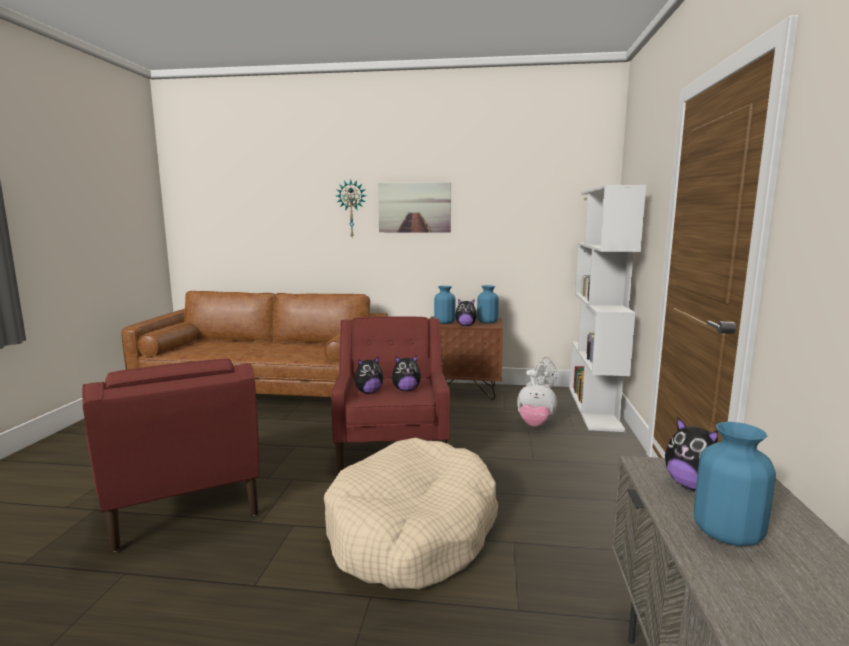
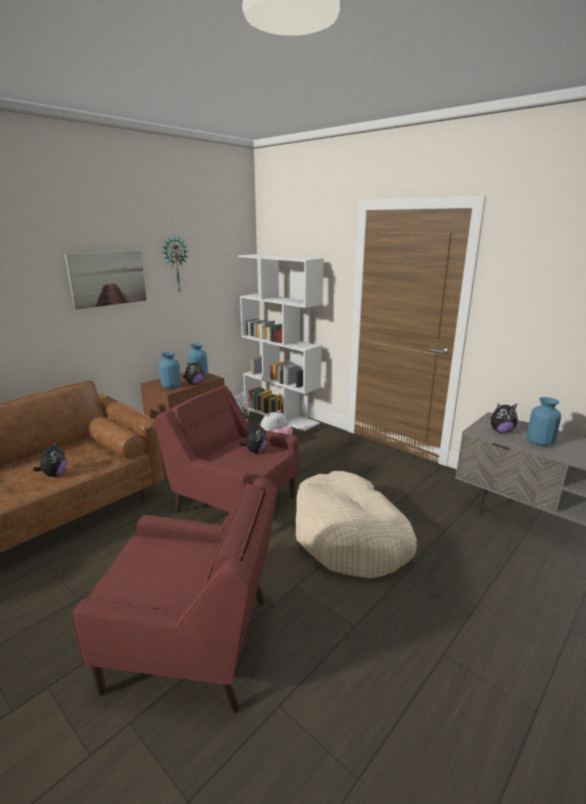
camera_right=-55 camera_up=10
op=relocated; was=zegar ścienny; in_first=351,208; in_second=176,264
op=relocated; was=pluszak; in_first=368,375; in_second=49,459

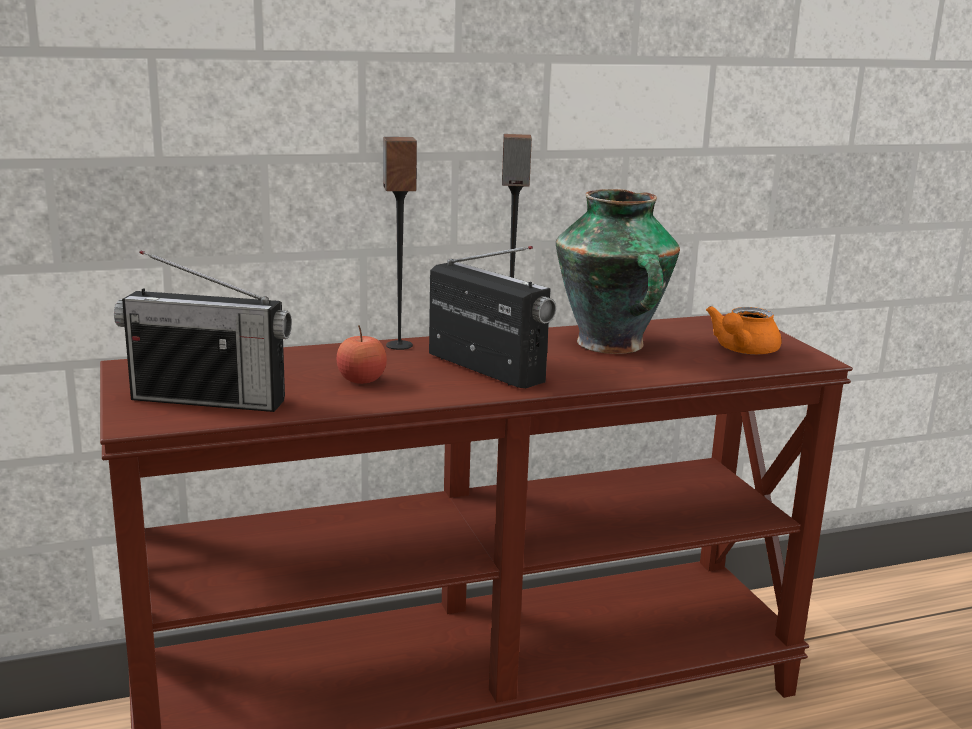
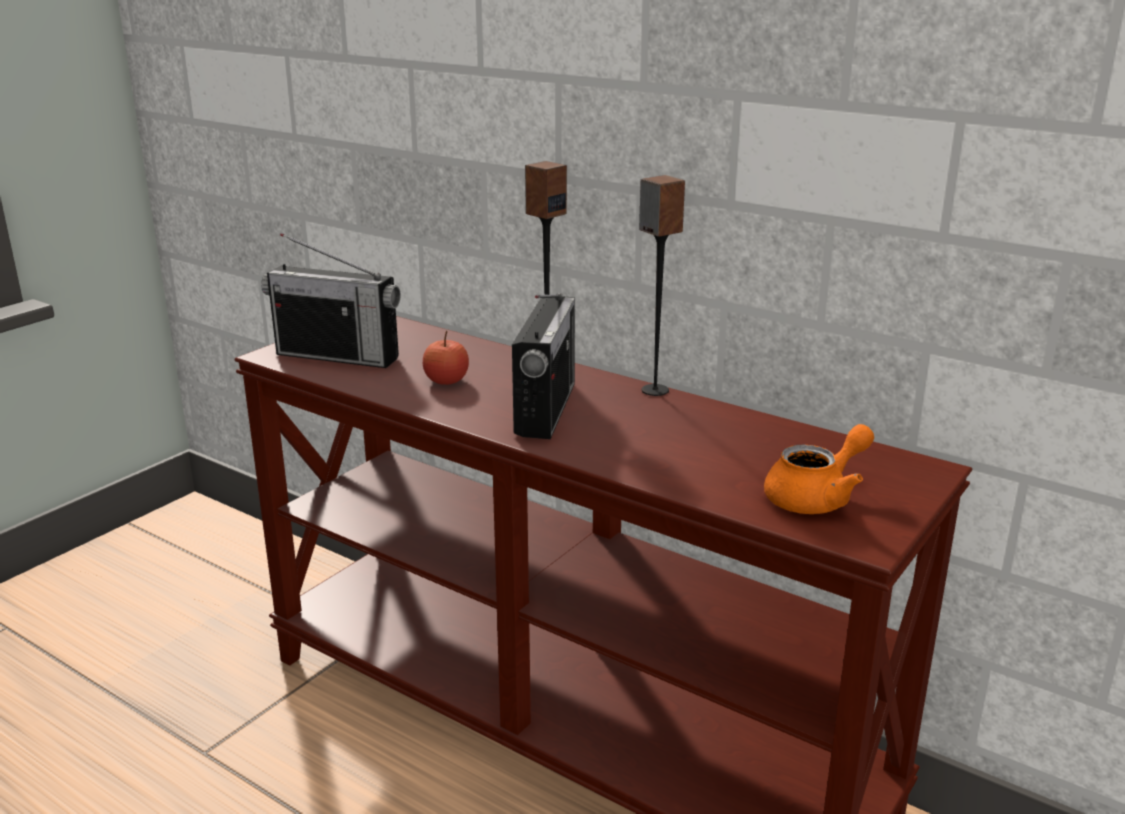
camera_right=55 camera_up=5
op=missing; was=wazon; in_first=618,271
op=spun; was=radio; in_first=203,331; in_second=331,300; clockwise=-45
op=spun; was=imbryk/pomarańczowy; in_first=744,330; in_second=819,469; clockwise=150

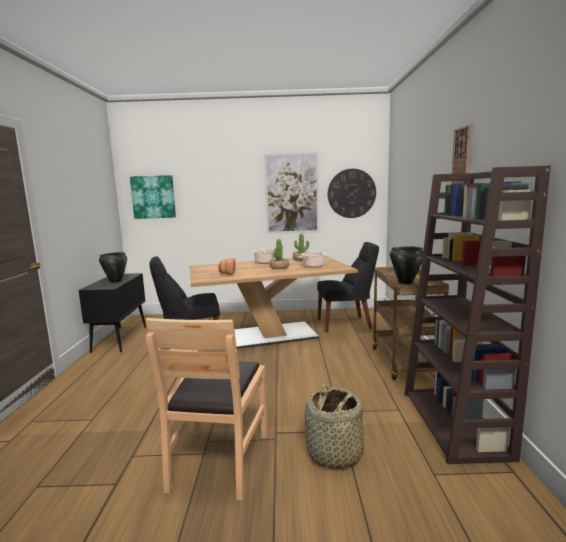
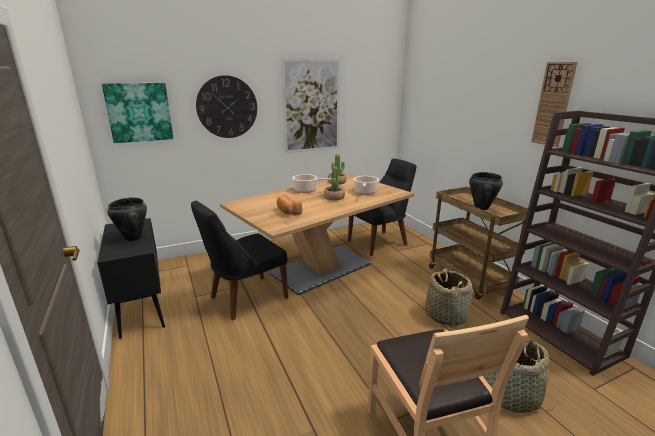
camera_right=-25 camera_up=10
op=appeared; now=koszyk; in_second=448,297
op=relocated; was=zegar ścienny; in_first=352,193; in_second=226,106

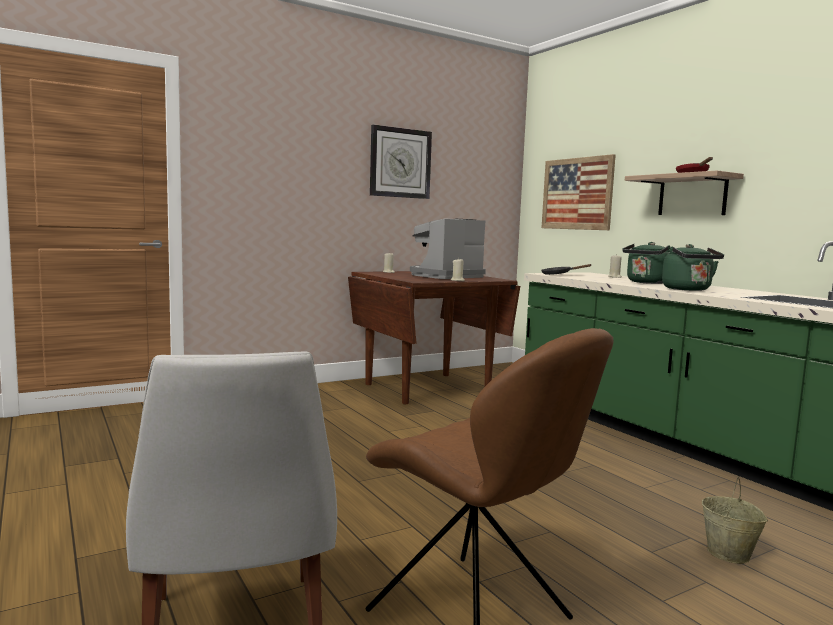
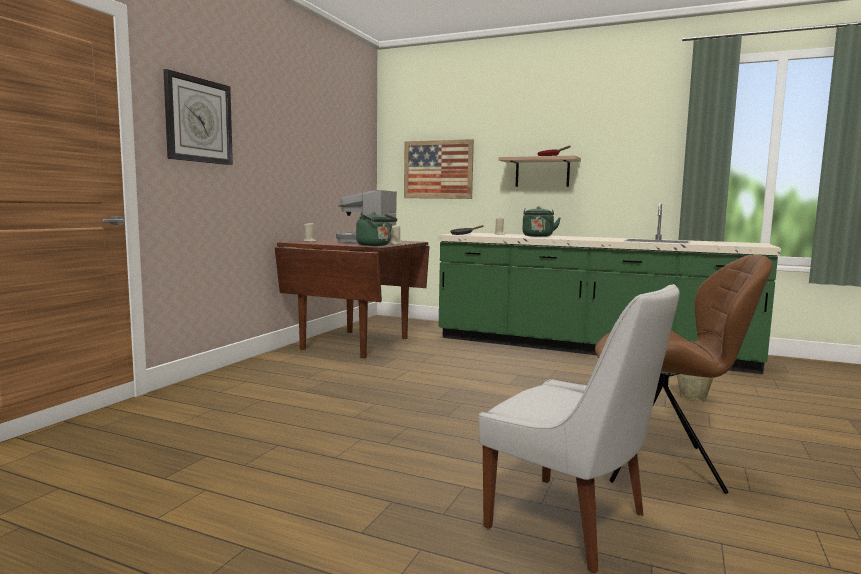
camera_right=-35 camera_up=0
op=relocated; was=zegar ścienny; in_first=401,161; in_second=198,117
op=relocated; was=czajnik/zielony; in_first=693,267; in_second=376,229

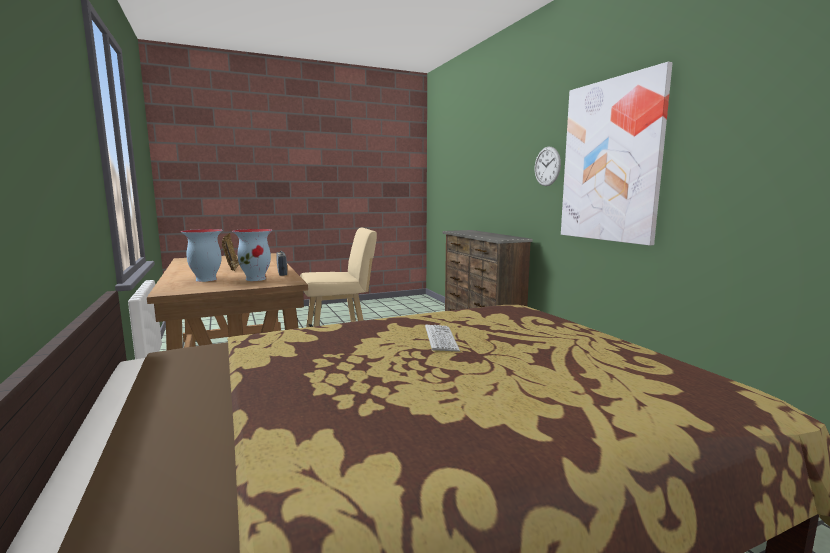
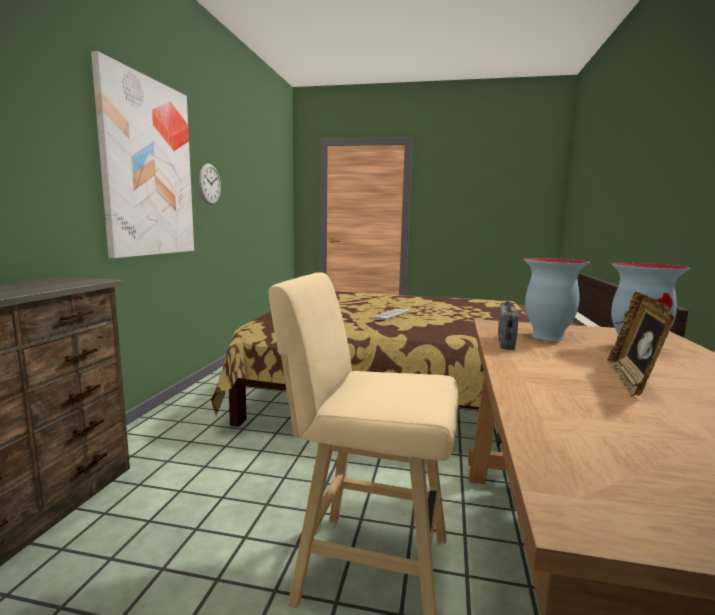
camera_right=-145 camera_up=0
op=relocated; was=zegar ścienny; in_first=548,166; in_second=210,184

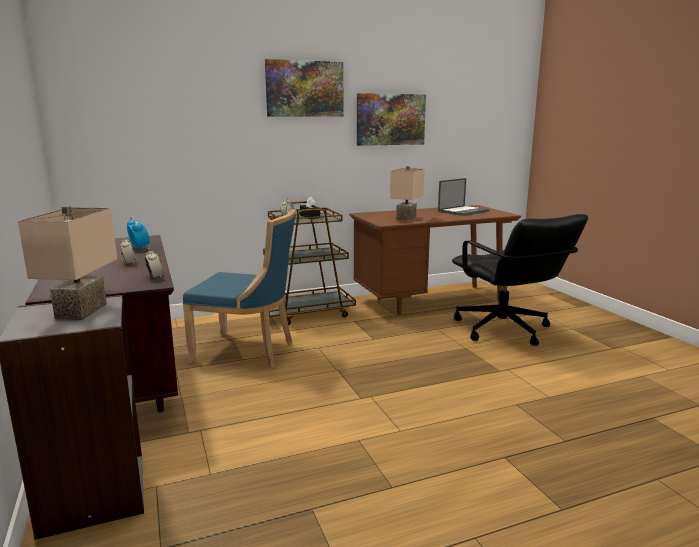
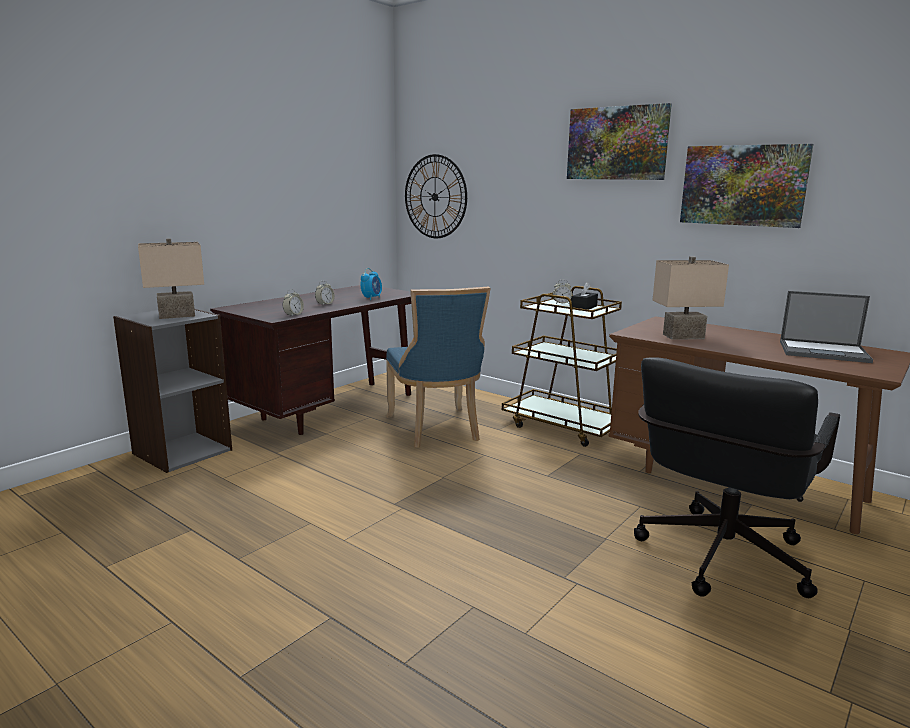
camera_right=60 camera_up=0
op=appeared; now=zegar ścienny; in_second=436,196

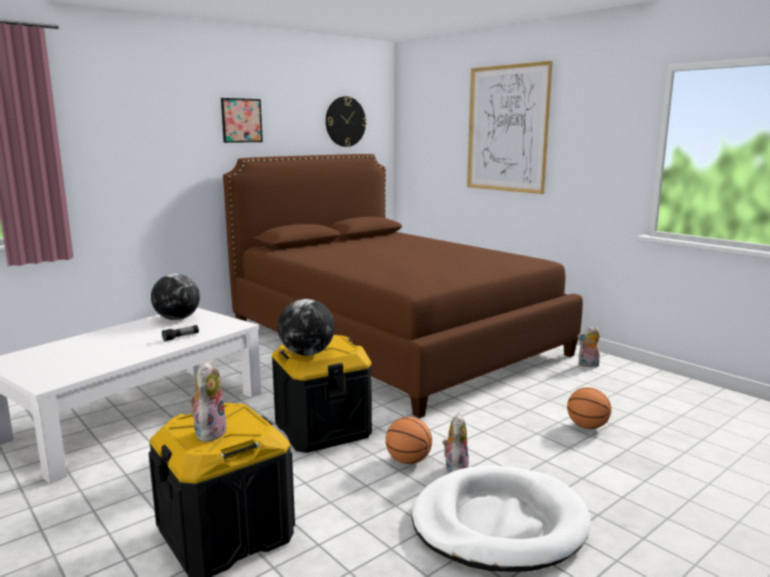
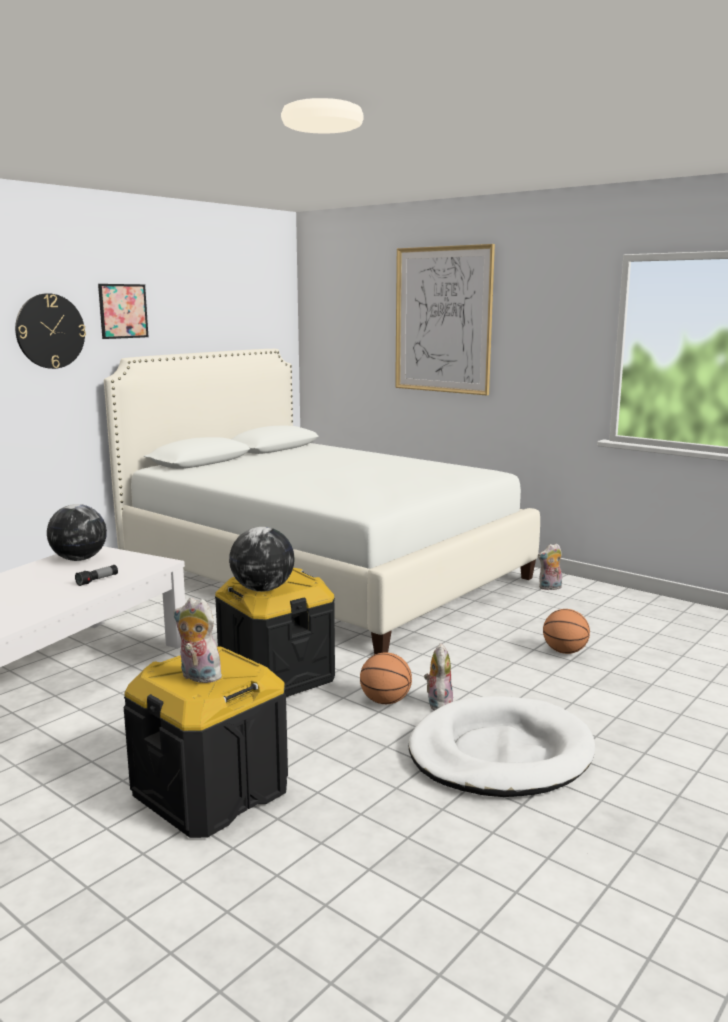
camera_right=-10 camera_up=0
op=relocated; was=zegar ścienny; in_first=346,121; in_second=50,331
op=colour; was=łóżko/brązowy; now=łóżko/biały; in_first=403,286; in_second=322,501
op=spun; was=pluszak; in_first=208,401; in_second=199,640; clockwise=-60

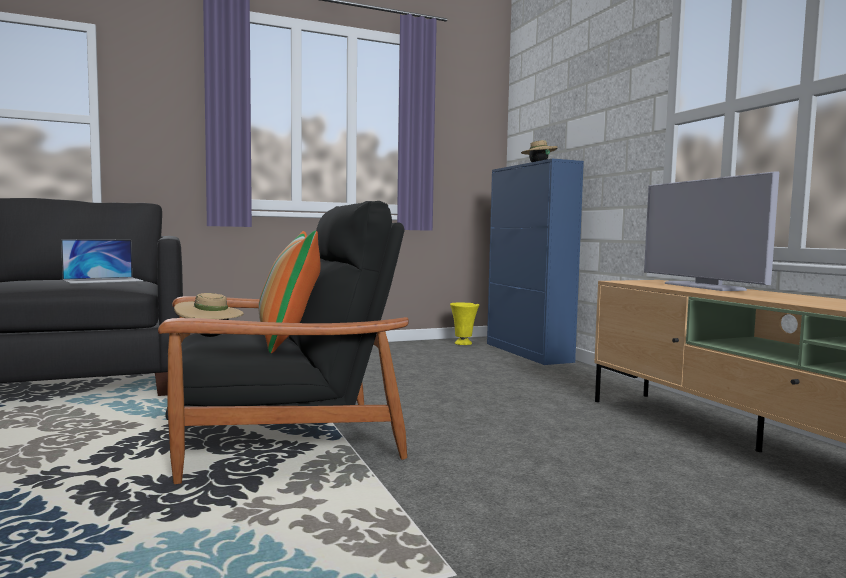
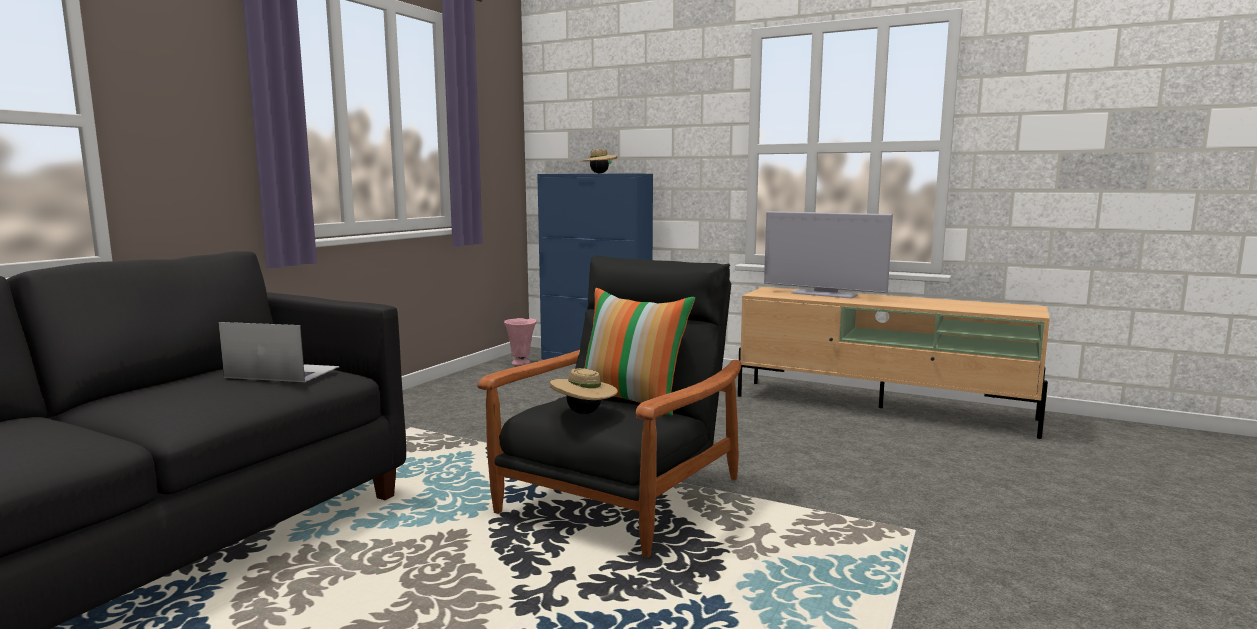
camera_right=-40 camera_up=5
op=colour; was=wazon/żółty; now=wazon/różowy; in_first=464,323; in_second=520,342
op=spun; was=laptop; in_first=102,261; in_second=278,352; clockwise=-90

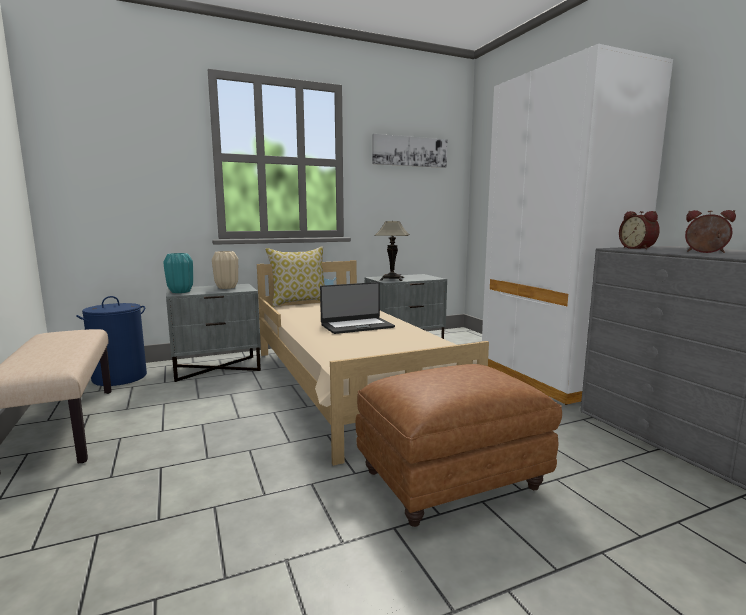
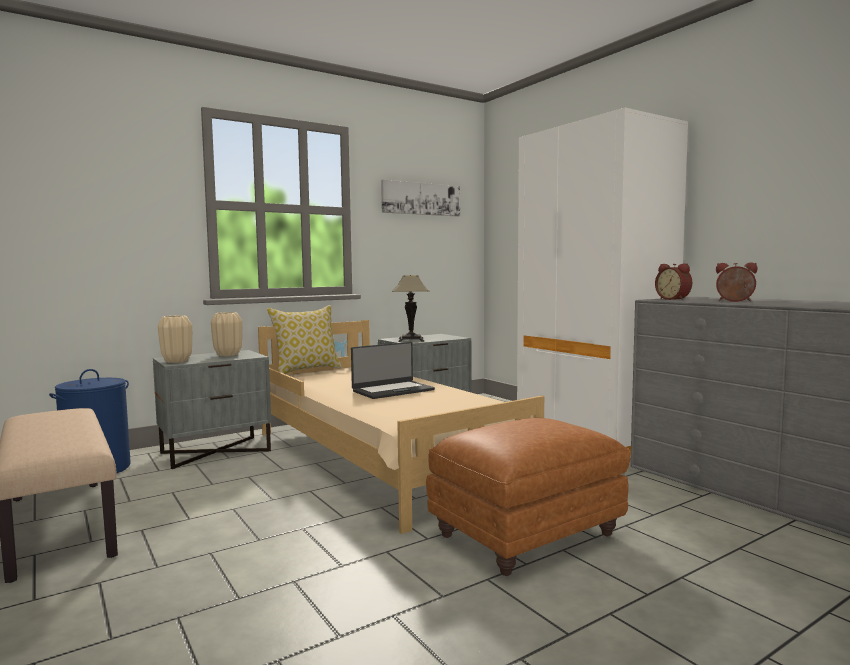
camera_right=-10 camera_up=-5
op=colour; was=wazon/turkusowy; now=wazon/beżowy; in_first=178,273; in_second=175,339

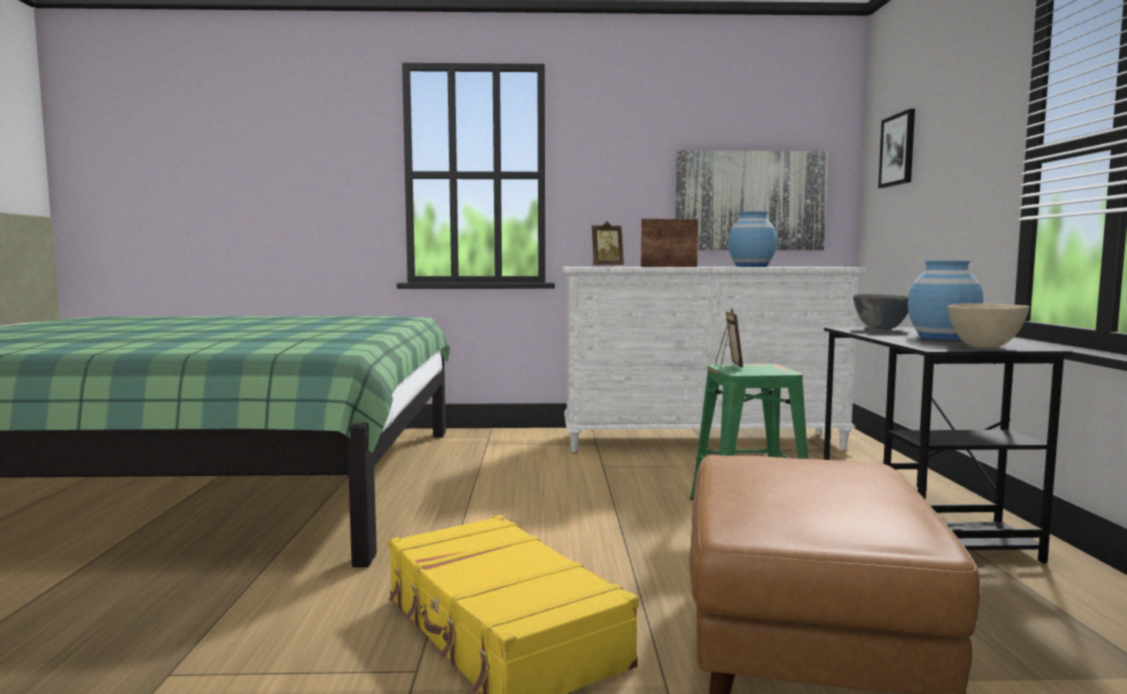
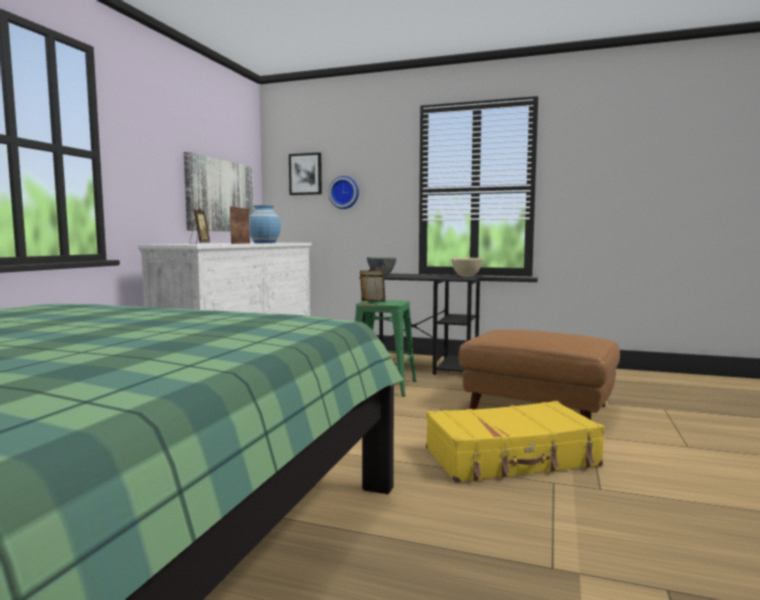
camera_right=-70 camera_up=0
op=missing; was=wazon/niebieski; in_first=945,300
op=appeared; now=zegar ścienny; in_second=344,192

